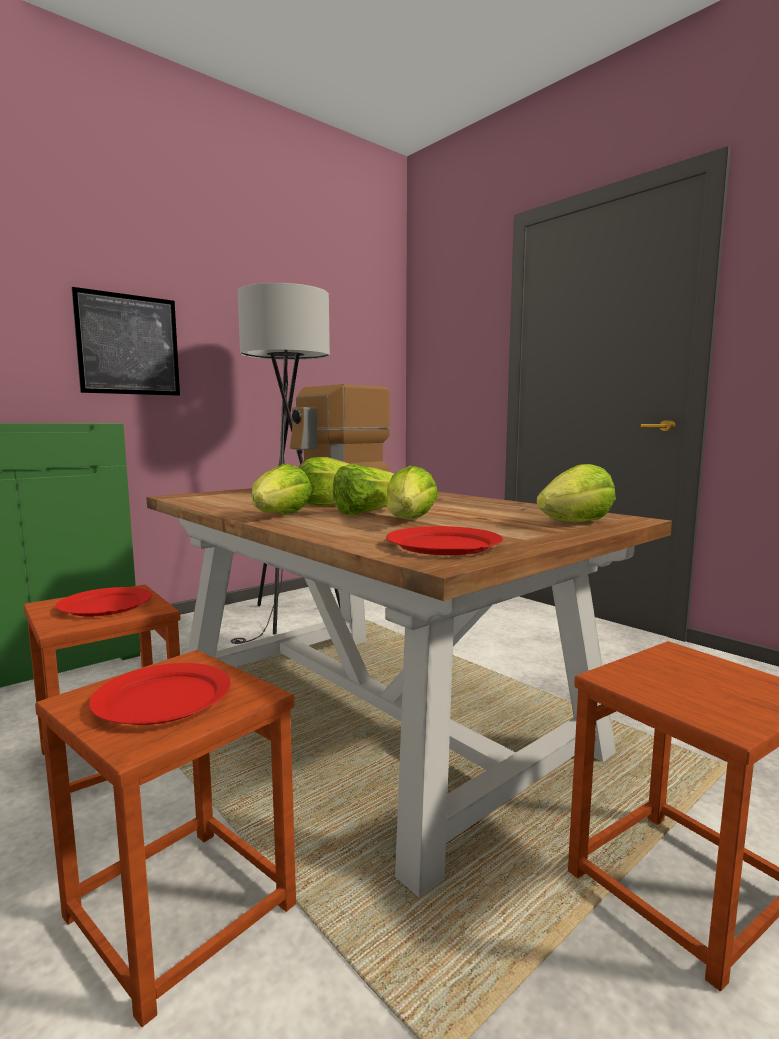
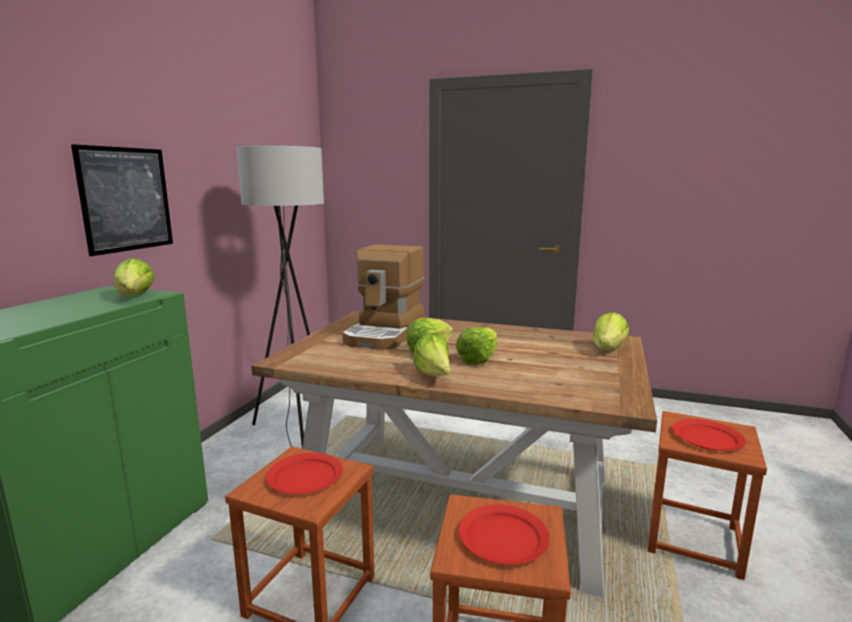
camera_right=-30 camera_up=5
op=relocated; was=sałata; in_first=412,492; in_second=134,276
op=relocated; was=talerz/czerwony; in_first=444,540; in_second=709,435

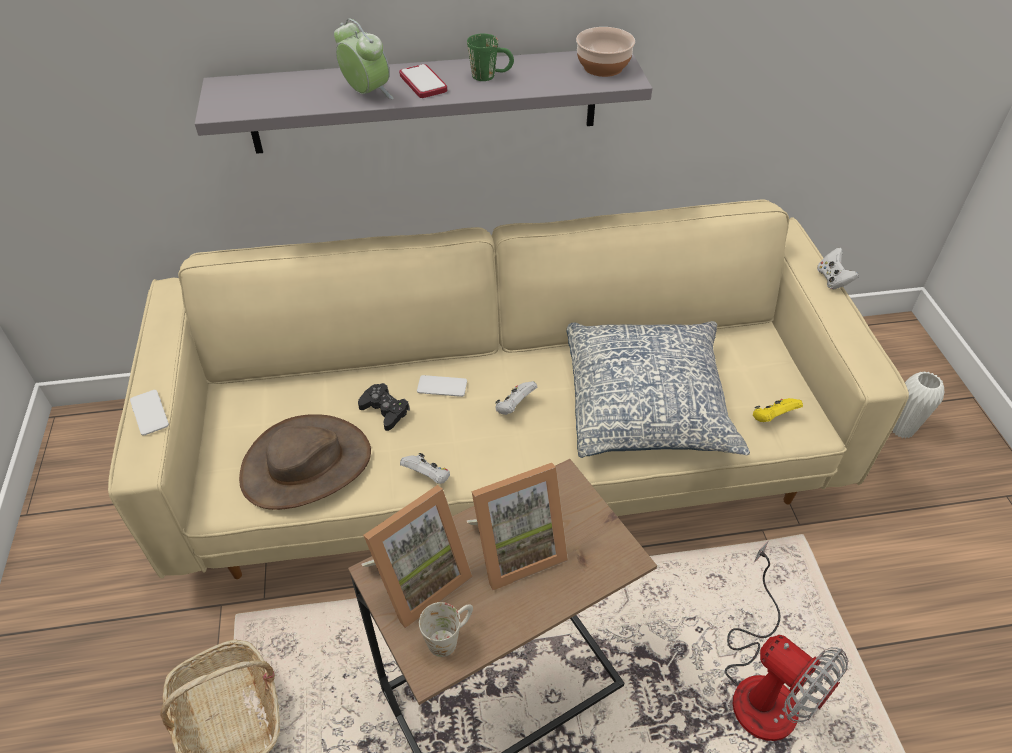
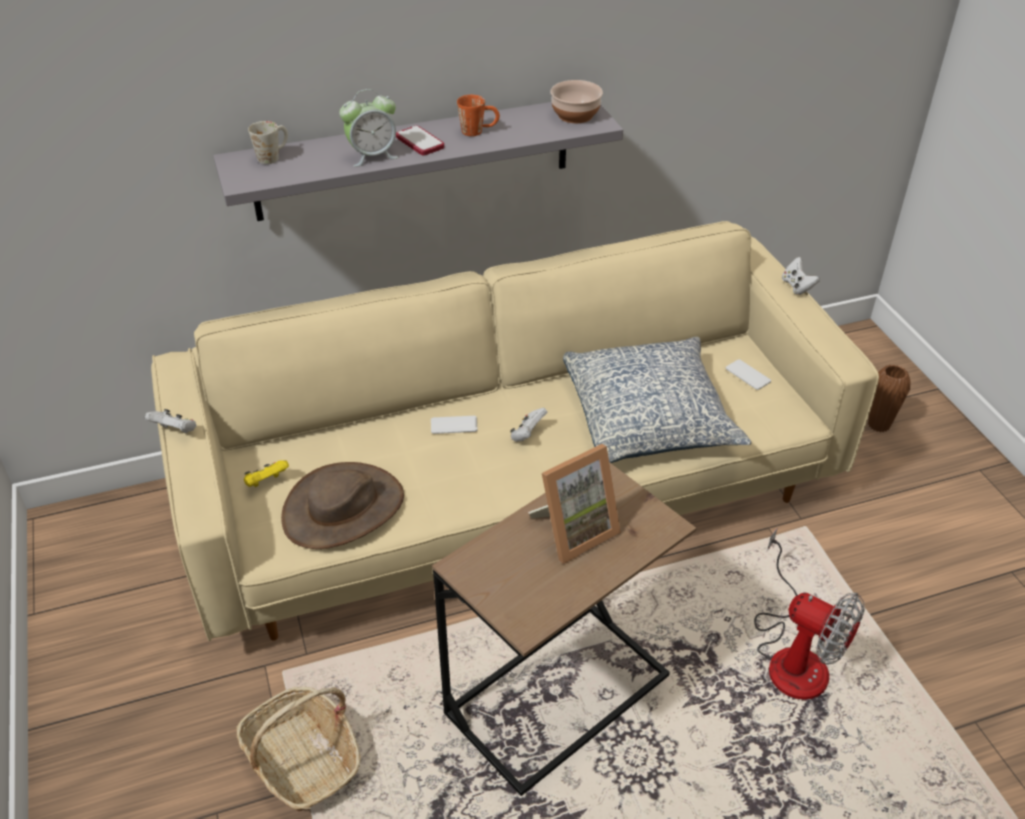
camera_right=-10 camera_up=-5
op=missing; was=pad do gier/czarny; in_first=384,407
op=missing; was=ramka na zdjęcie; in_first=417,556
op=relocated; was=telefon; in_first=149,413; in_second=748,374
op=relocated; was=pad do gier/biały; in_first=425,468; in_second=170,421
op=relocated; was=kubek/biały; in_first=446,629; in_second=268,142
op=relocated; was=pad do gier/żółty; in_first=778,410; in_second=266,473
op=colour; was=kubek/zielony; now=kubek/pomarańczowy; in_first=490,57; in_second=478,115
op=colour; was=wazon/biały; now=wazon/brązowy; in_first=918,404; in_second=889,398
op=spun; was=budzik; in_first=364,58; in_second=369,128; clockwise=120

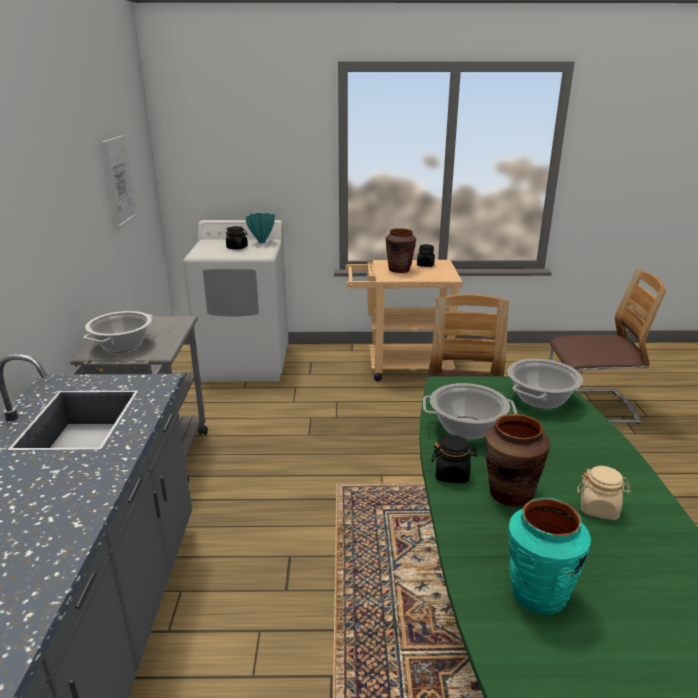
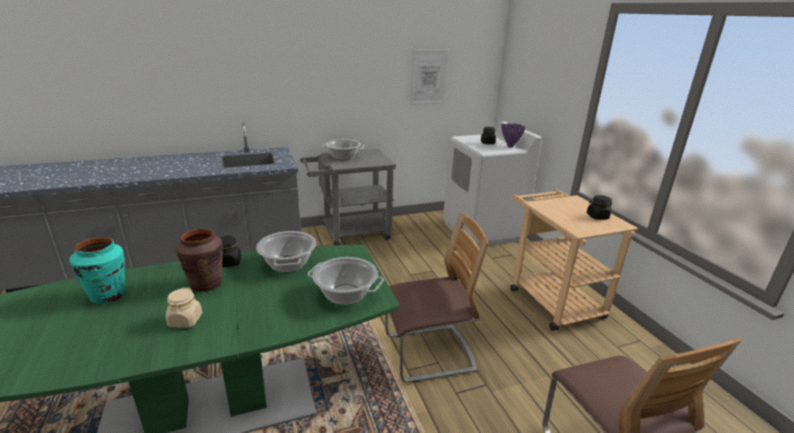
camera_right=70 camera_up=0
op=missing; was=wazon/brązowy; in_first=401,250
op=colour; was=wazon/turkusowy; now=wazon/fioletowy; in_first=260,228; in_second=513,135

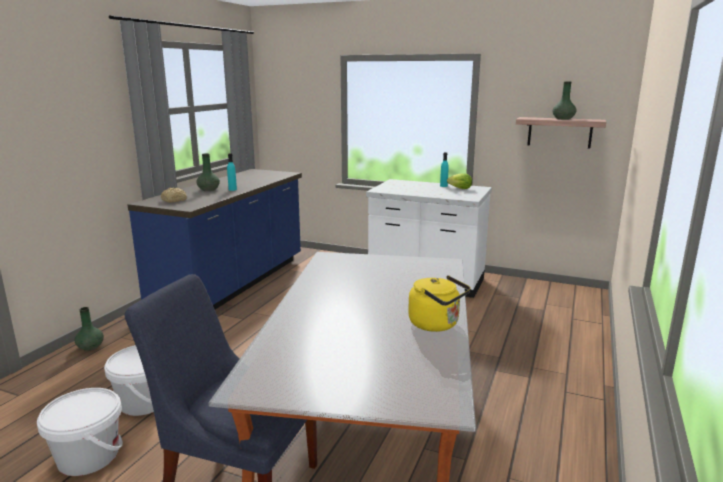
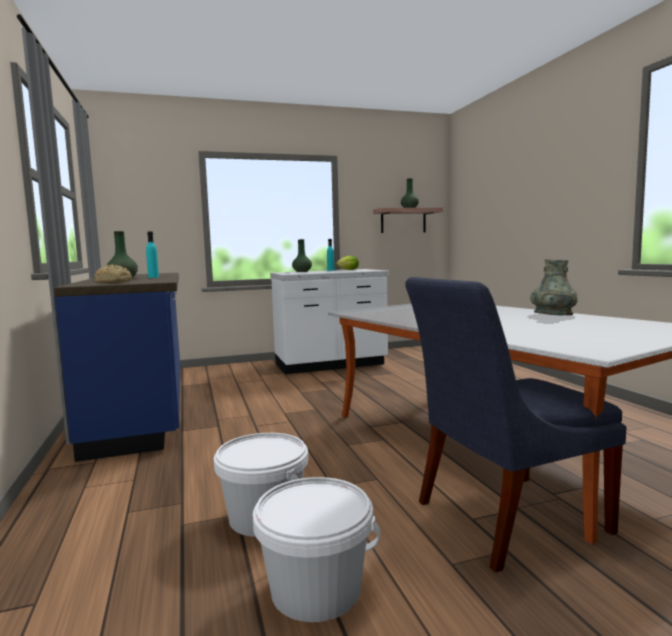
camera_right=-40 camera_up=-10
op=relocated; was=wazon/zielony; in_first=89,329; in_second=302,255
op=exchanged; was=czajnik/żółty; now=wazon/szary; in_first=439,303; in_second=554,288

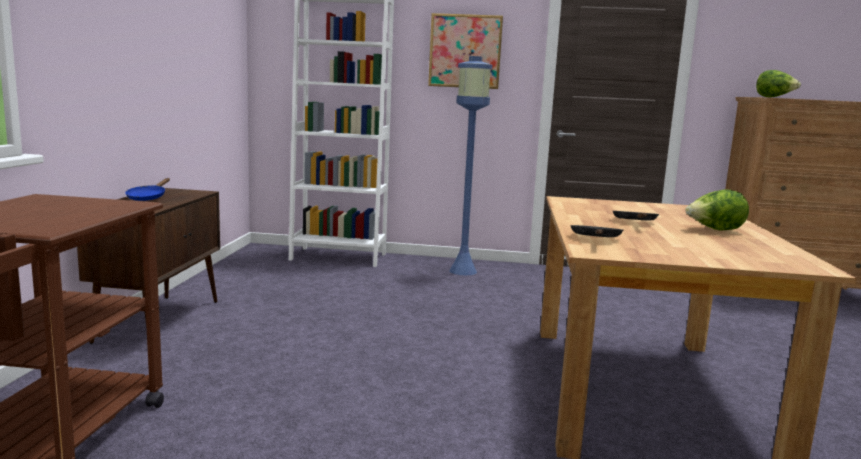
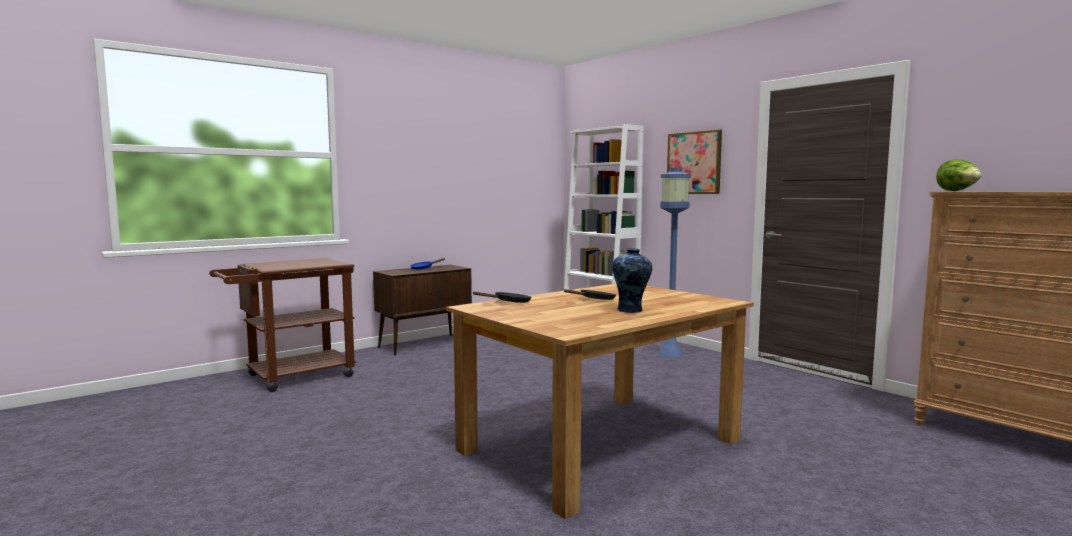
camera_right=45 camera_up=-5
op=exchanged; was=sałata; now=wazon; in_first=717,210; in_second=632,280

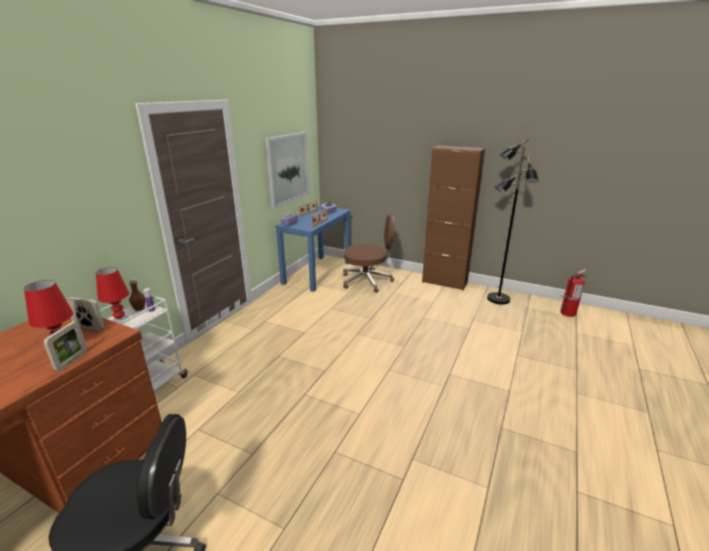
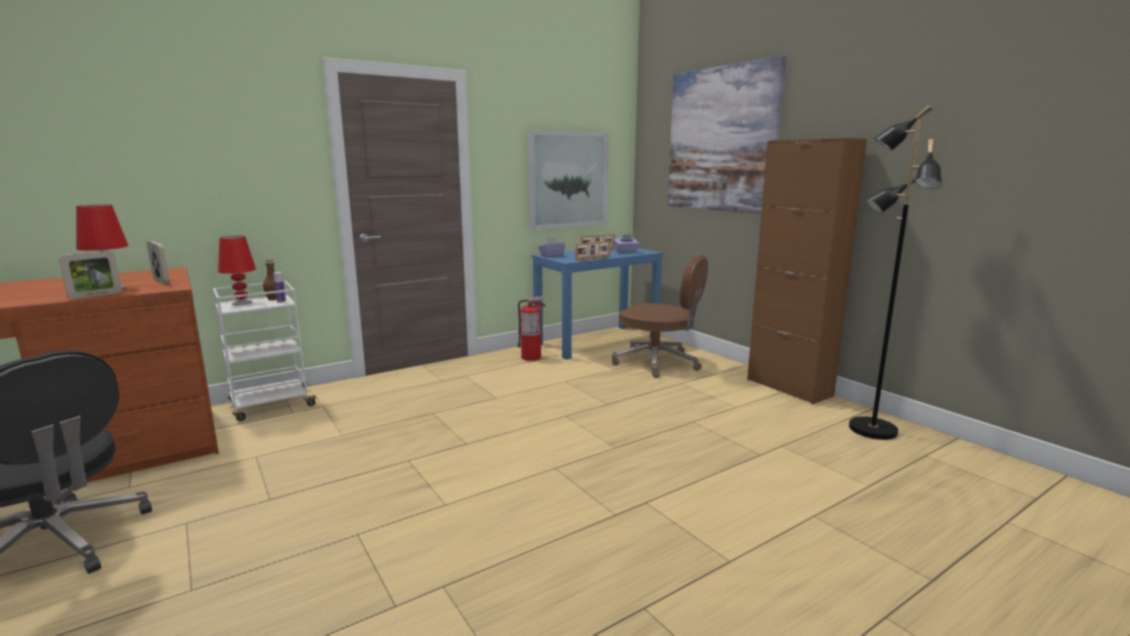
camera_right=30 camera_up=-10
op=appeared; now=obraz; in_second=727,135
op=relocated; was=gaśnica; in_first=573,293; in_second=531,328

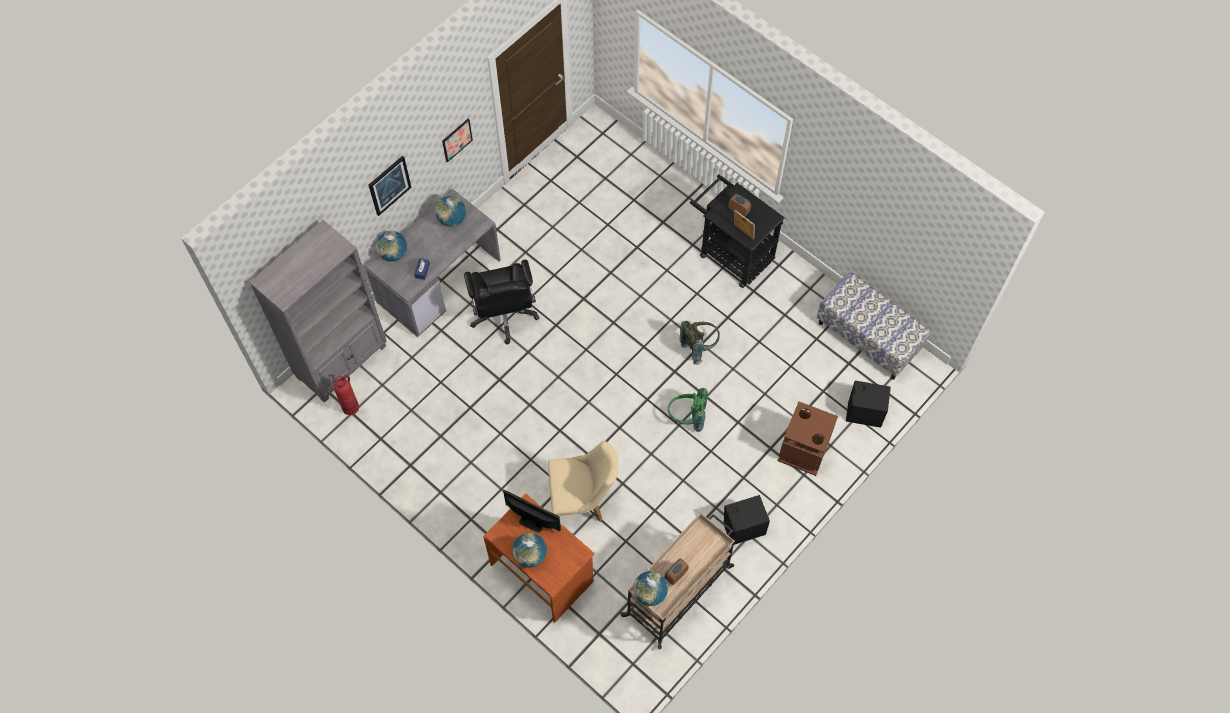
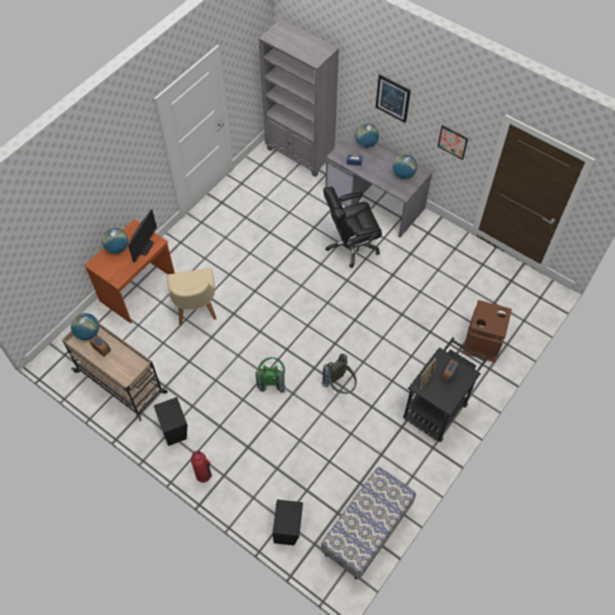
camera_right=85 camera_up=-5
op=relocated; was=gaśnica; in_first=346,395; in_second=201,466
op=relocated; was=kosz na śmieci/brązowy; in_first=808,438; in_second=487,331

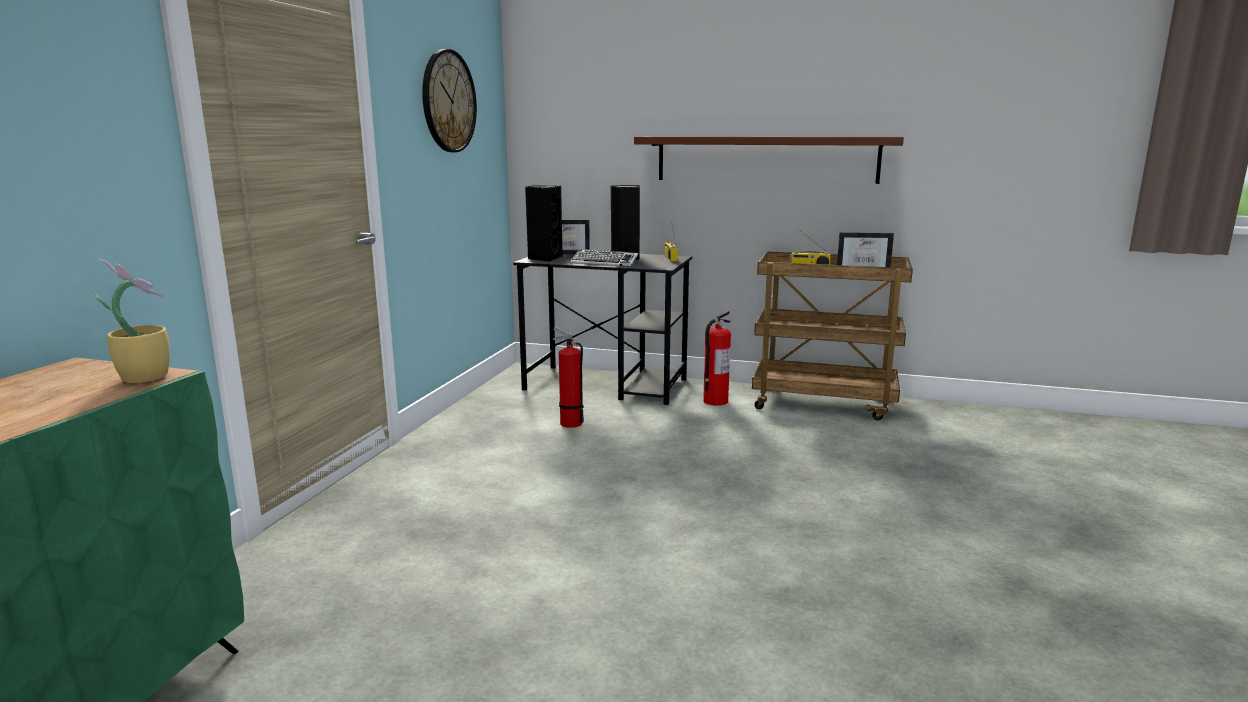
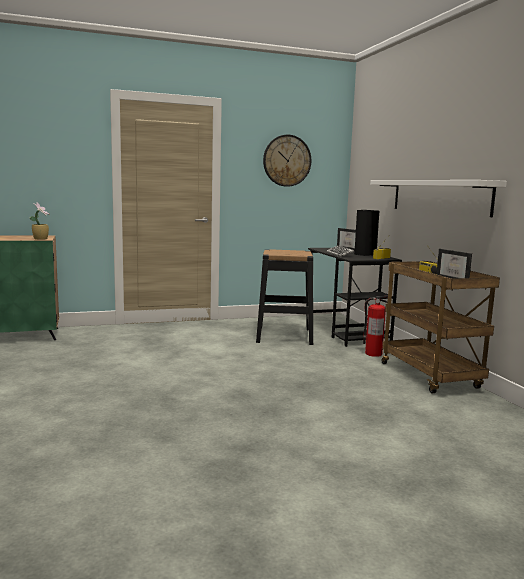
camera_right=55 camera_up=-5
op=missing; was=głośnik/czarny; in_first=544,224
op=exchanged; was=gaśnica; now=stołek/czarny; in_first=568,377; in_second=284,297
op=colour; was=półka/brązowy; now=półka/biały; in_first=769,160; in_second=438,198

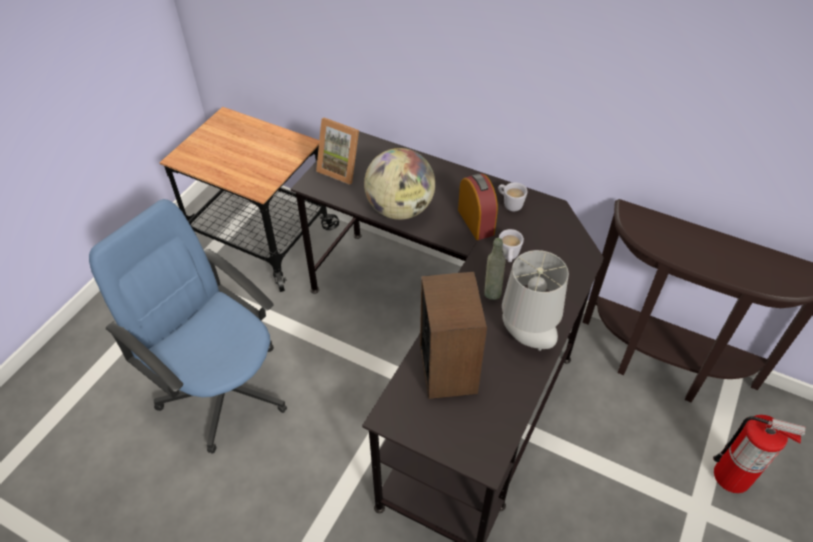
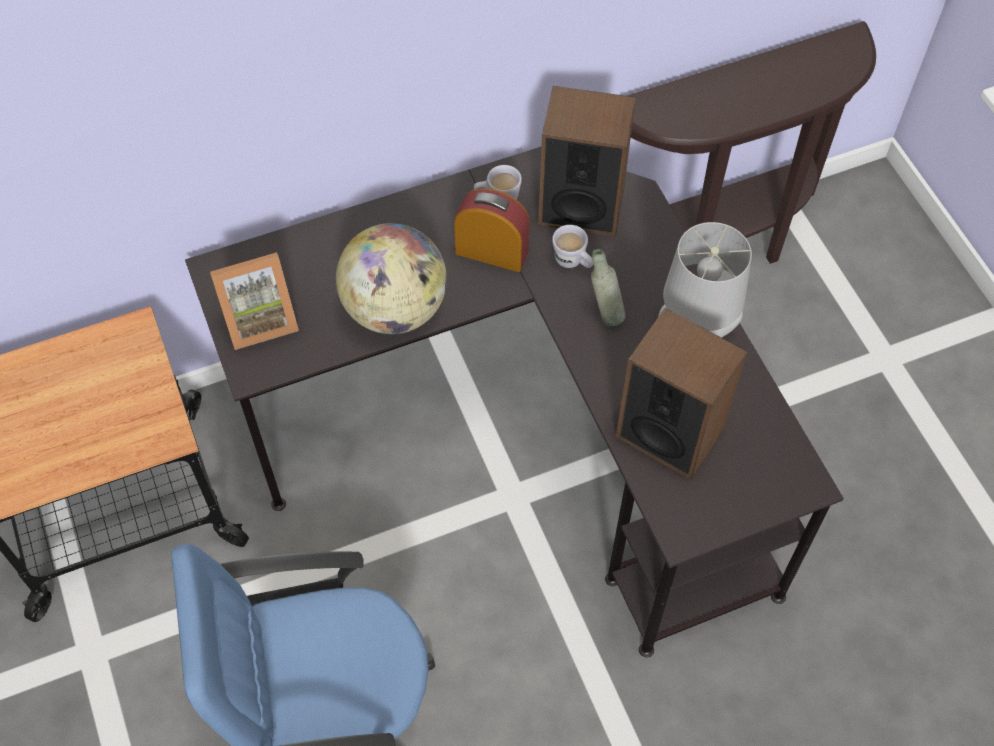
camera_right=-50 camera_up=10
op=missing; was=gaśnica; in_first=759,454
op=appeared; now=głośnik; in_second=587,161

